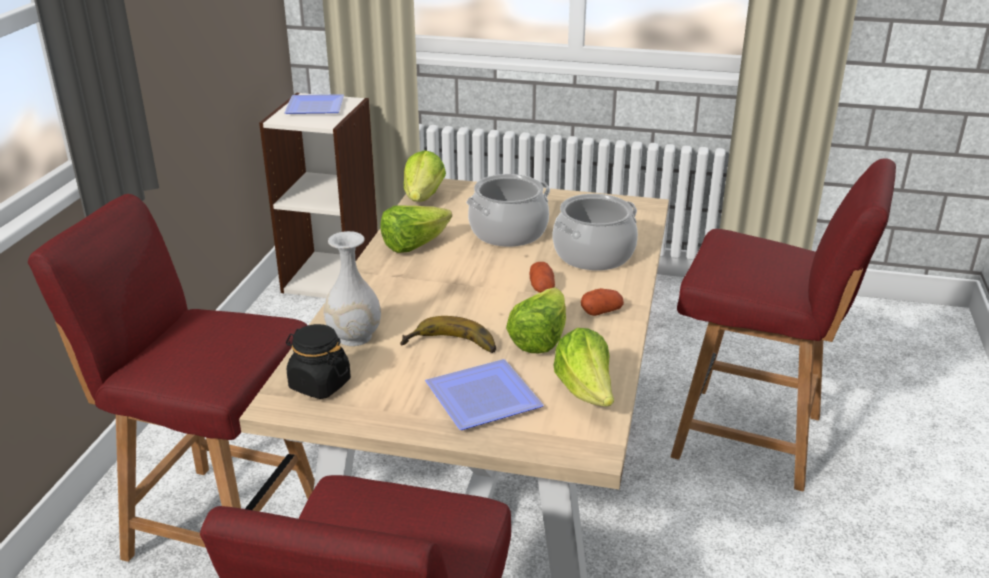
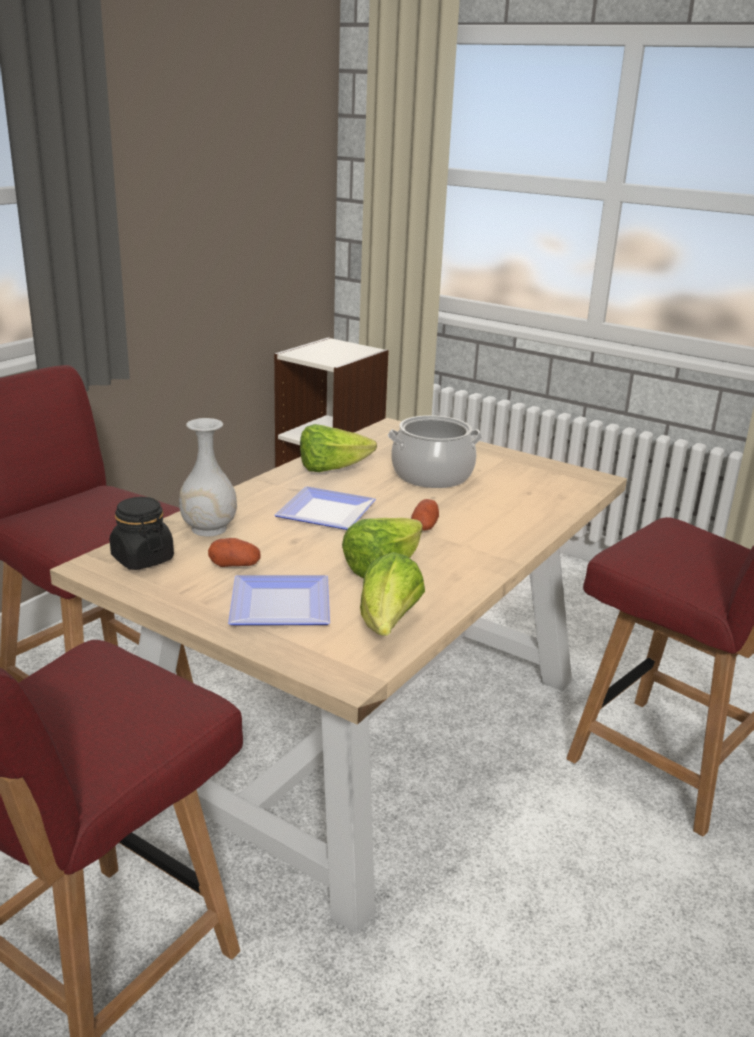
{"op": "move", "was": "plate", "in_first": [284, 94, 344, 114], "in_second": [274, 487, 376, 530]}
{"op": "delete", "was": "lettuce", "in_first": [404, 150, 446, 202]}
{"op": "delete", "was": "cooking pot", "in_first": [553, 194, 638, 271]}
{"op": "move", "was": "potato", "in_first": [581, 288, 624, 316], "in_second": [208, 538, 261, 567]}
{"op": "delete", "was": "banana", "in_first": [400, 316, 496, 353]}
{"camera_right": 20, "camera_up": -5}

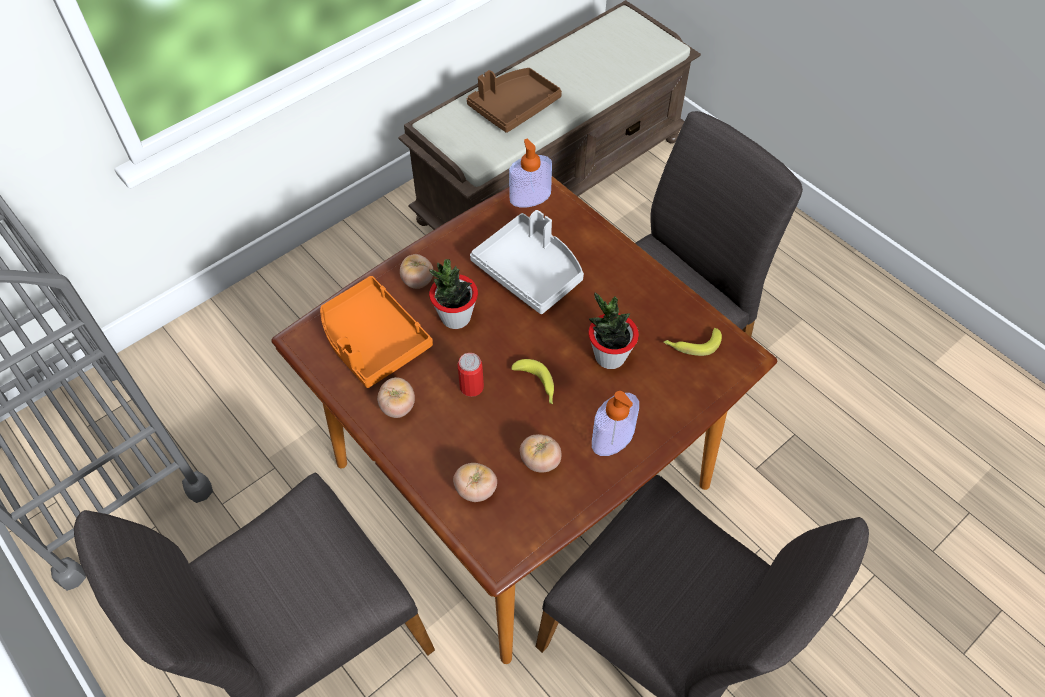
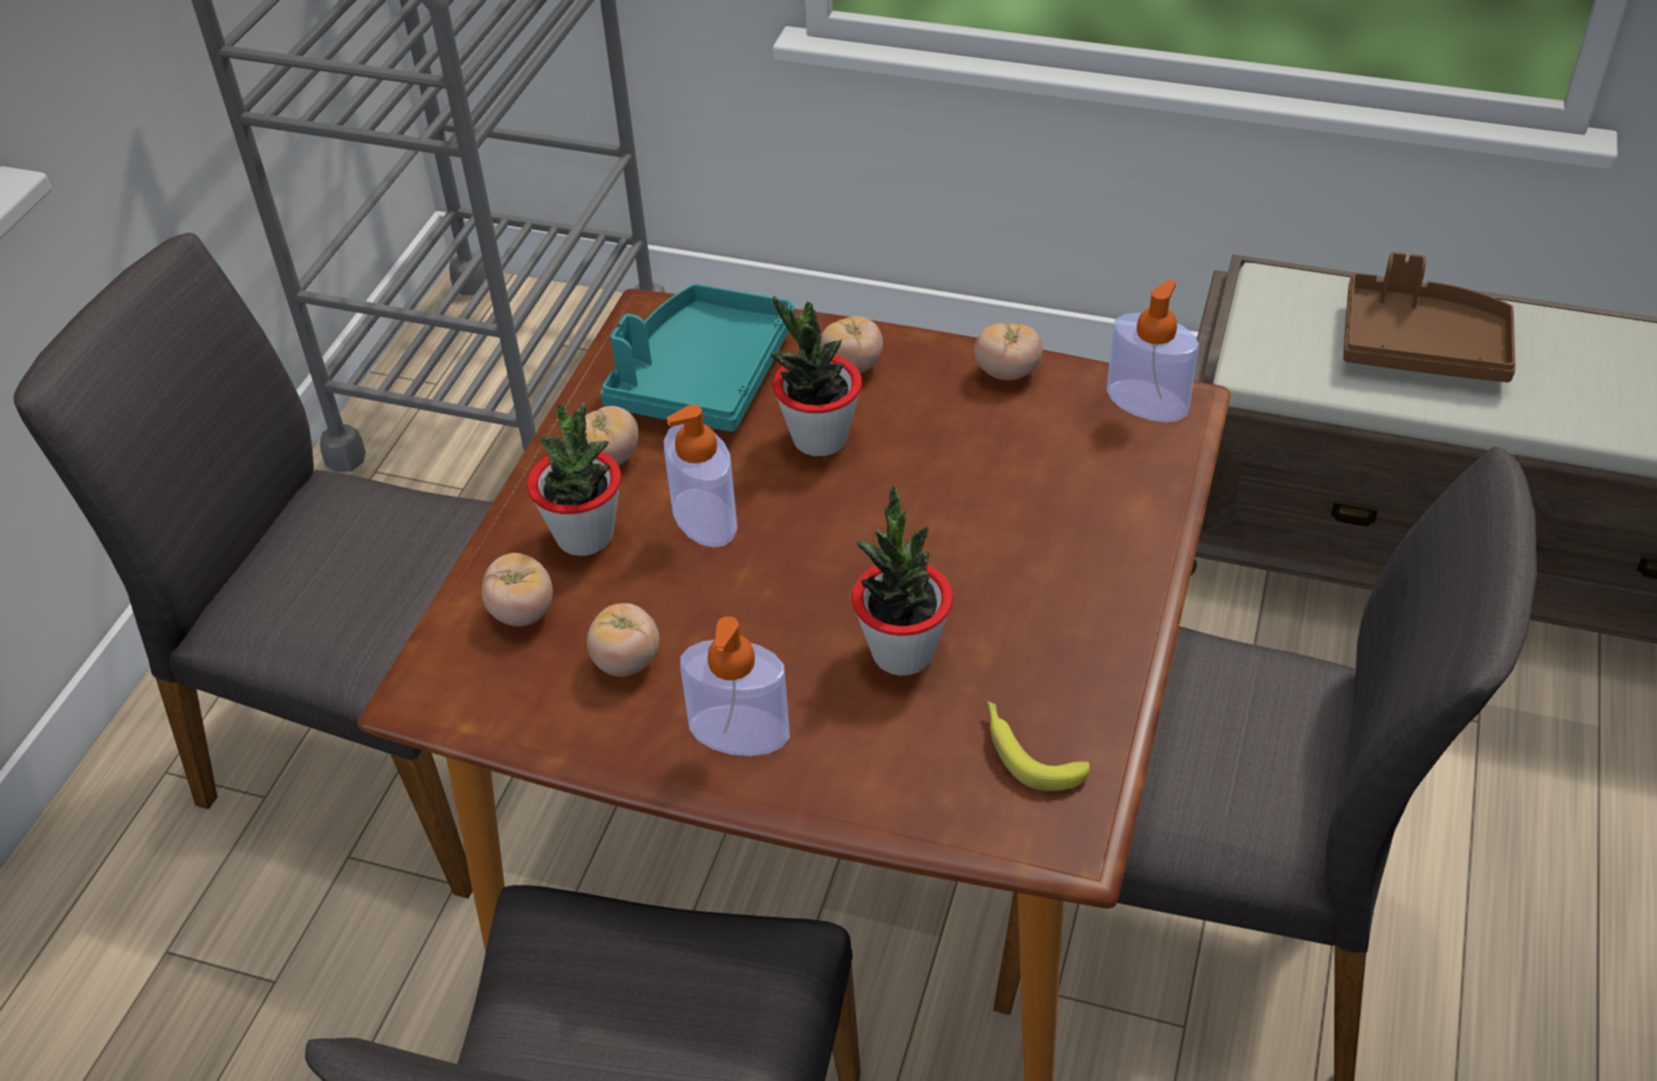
{"op": "delete", "was": "grey tray", "in_first": [470, 210, 584, 314]}
{"op": "recolor", "was": "orange tray", "now": "turquoise tray", "in_first": [320, 276, 433, 388], "in_second": [600, 284, 795, 432]}
{"op": "replace", "was": "can", "now": "soap dispenser", "in_first": [457, 353, 484, 397], "in_second": [664, 405, 737, 548]}
{"op": "delete", "was": "banana", "in_first": [511, 359, 554, 404]}
{"op": "insert", "now": "tomato", "in_second": [974, 323, 1043, 380]}
{"op": "insert", "now": "potted plant", "in_second": [527, 402, 621, 556]}
{"camera_right": 60, "camera_up": -10}

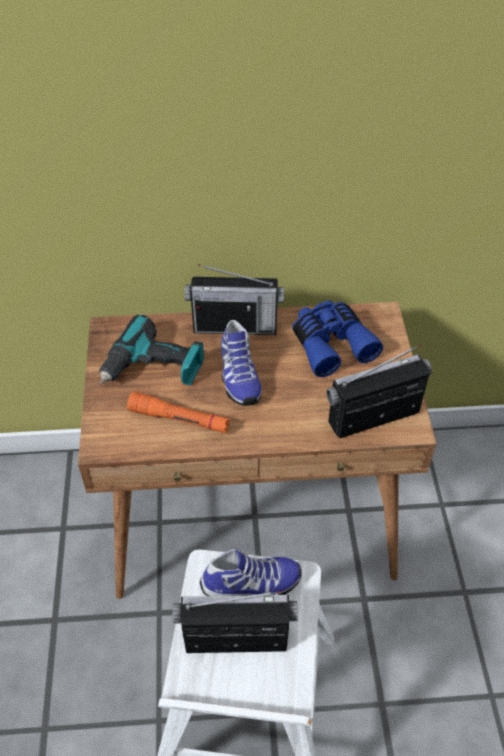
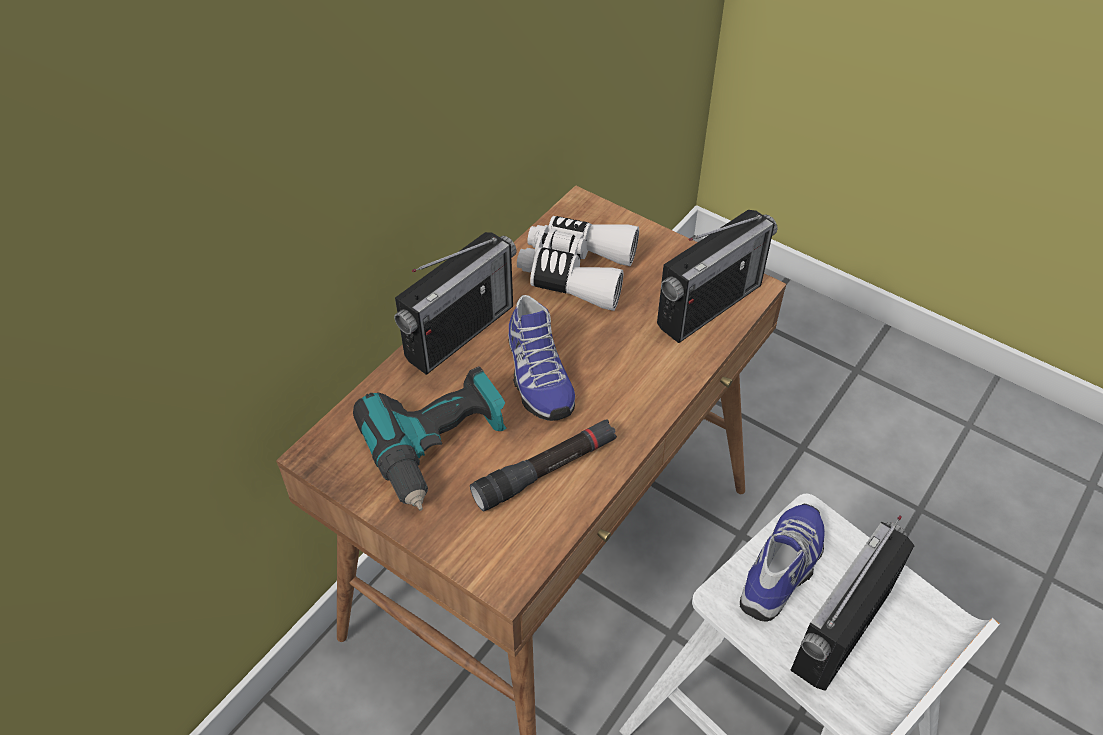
{"op": "recolor", "was": "blue binoculars", "now": "white binoculars", "in_first": [292, 301, 383, 377], "in_second": [517, 216, 639, 311]}
{"op": "rotate", "was": "shoe", "in_first": [221, 320, 261, 406], "in_second": [508, 295, 575, 421], "clockwise": 45}
{"op": "rotate", "was": "radio", "in_first": [326, 345, 432, 438], "in_second": [657, 210, 778, 343], "clockwise": -150}
{"op": "recolor", "was": "orange flashlight", "now": "black flashlight", "in_first": [127, 392, 230, 433], "in_second": [470, 419, 617, 511]}
{"camera_right": -50, "camera_up": 0}

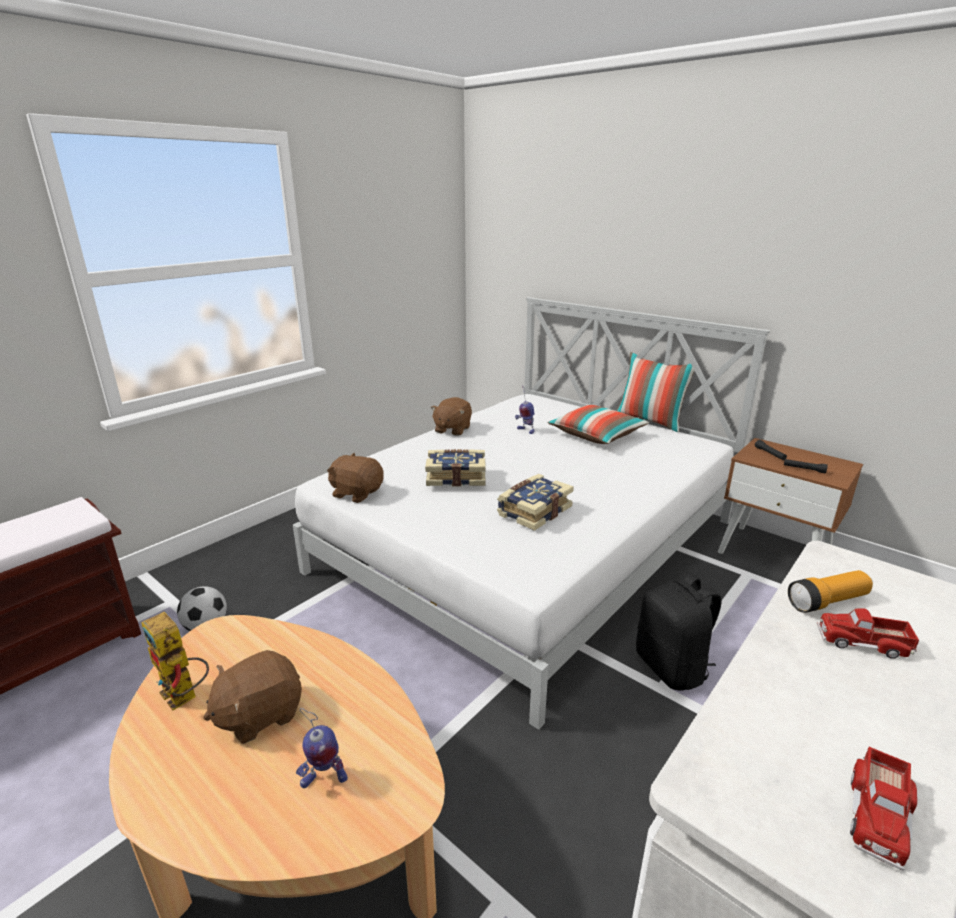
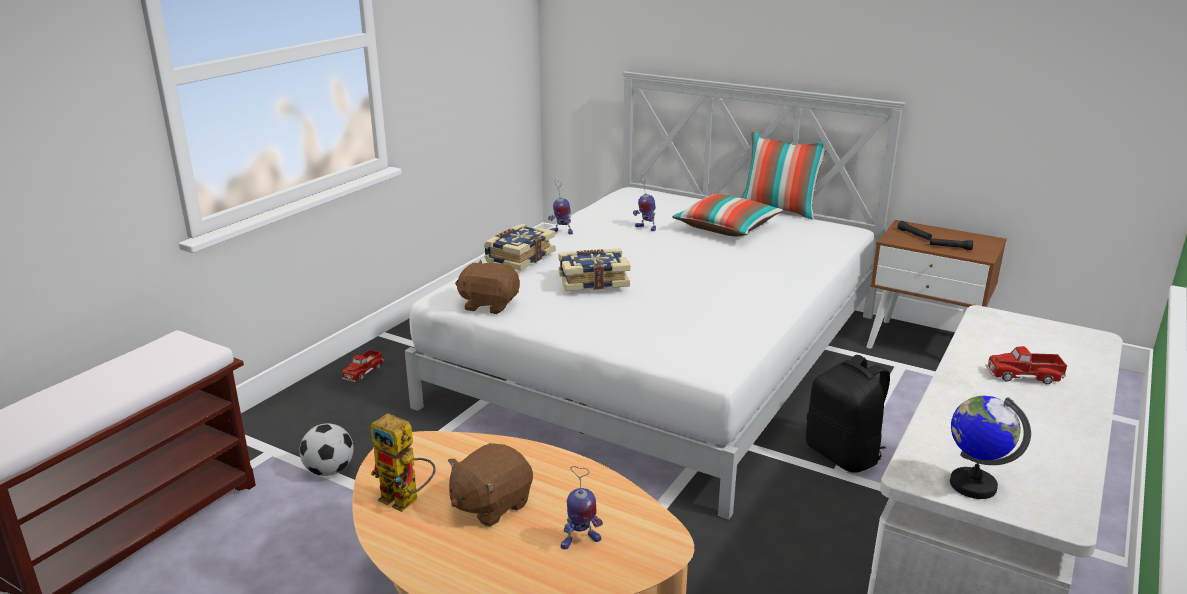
{"op": "replace", "was": "brown plush toy", "now": "toy robot", "in_first": [431, 397, 472, 436], "in_second": [548, 180, 573, 235]}
{"op": "move", "was": "book", "in_first": [497, 474, 574, 531], "in_second": [484, 224, 555, 271]}
{"op": "delete", "was": "flashlight", "in_first": [788, 570, 873, 613]}
{"op": "move", "was": "toy truck", "in_first": [850, 747, 917, 871], "in_second": [342, 350, 384, 382]}
{"op": "insert", "now": "globe", "in_second": [950, 396, 1031, 499]}
{"camera_right": -10, "camera_up": 0}

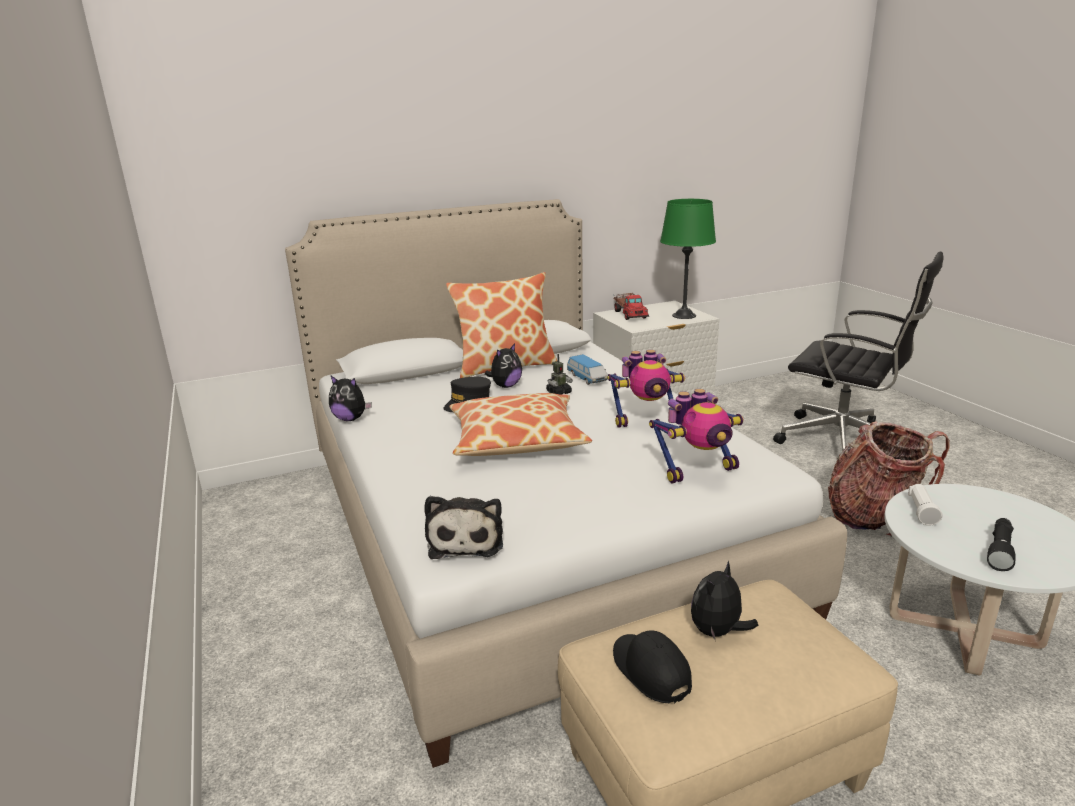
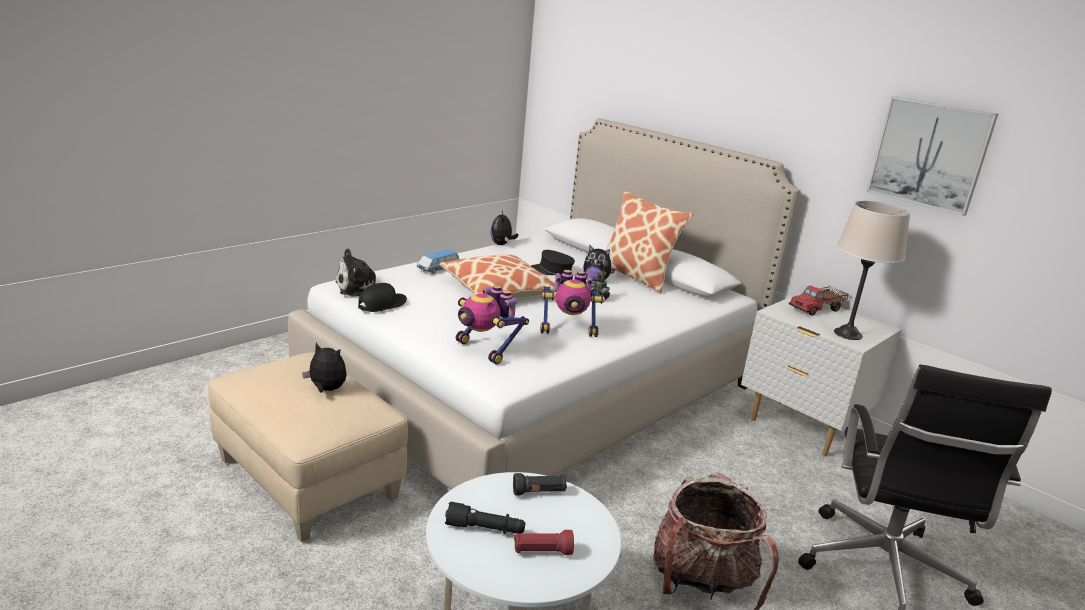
{"op": "recolor", "was": "green table lamp", "now": "beige table lamp", "in_first": [660, 199, 716, 319], "in_second": [834, 201, 911, 340]}
{"op": "rotate", "was": "toy robot", "in_first": [607, 350, 685, 428], "in_second": [540, 270, 605, 337], "clockwise": -60}
{"op": "move", "was": "toy car", "in_first": [567, 354, 608, 385], "in_second": [417, 249, 459, 274]}
{"op": "recolor", "was": "white flashlight", "now": "black flashlight", "in_first": [908, 484, 942, 525], "in_second": [513, 473, 567, 496]}
{"op": "move", "was": "black cap", "in_first": [613, 630, 692, 704], "in_second": [358, 283, 407, 312]}
{"op": "insert", "now": "picture", "in_second": [866, 96, 998, 216]}
{"op": "insert", "now": "red flashlight", "in_second": [514, 530, 574, 555]}
{"camera_right": 65, "camera_up": 0}

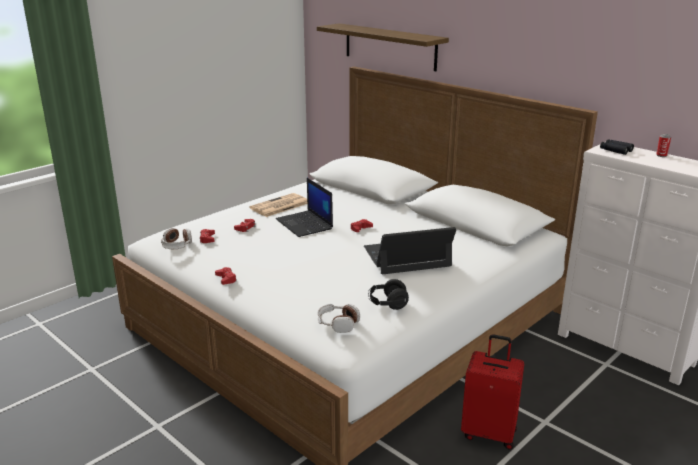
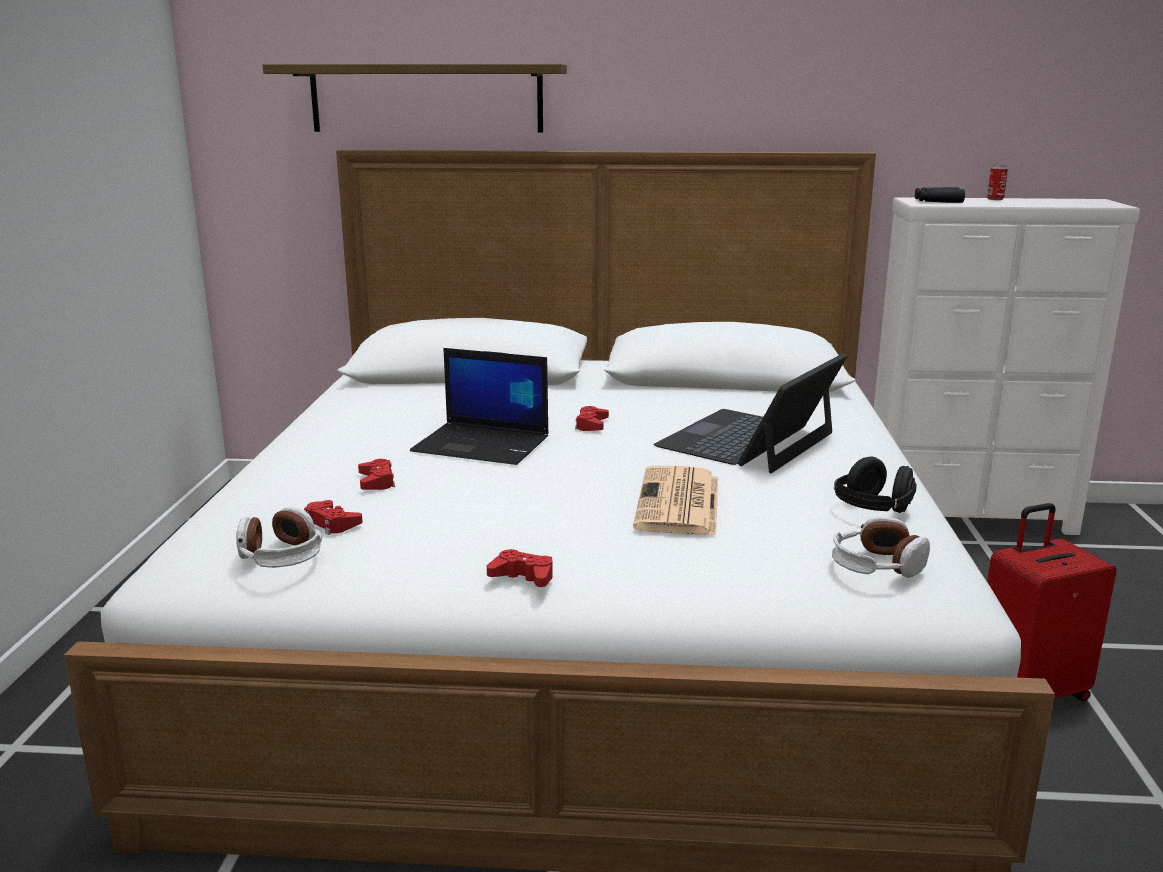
{"op": "move", "was": "newspaper", "in_first": [249, 193, 307, 217], "in_second": [633, 466, 718, 536]}
{"camera_right": -40, "camera_up": -5}

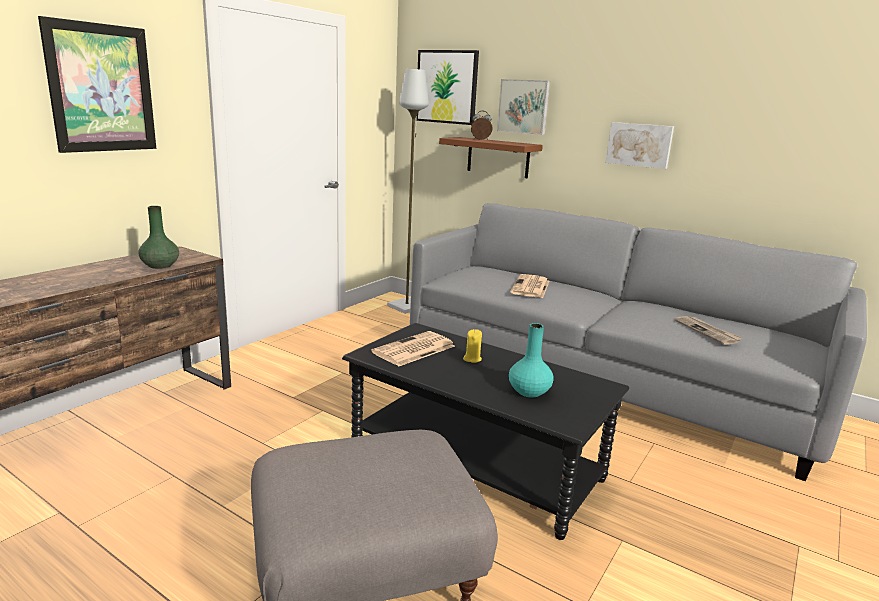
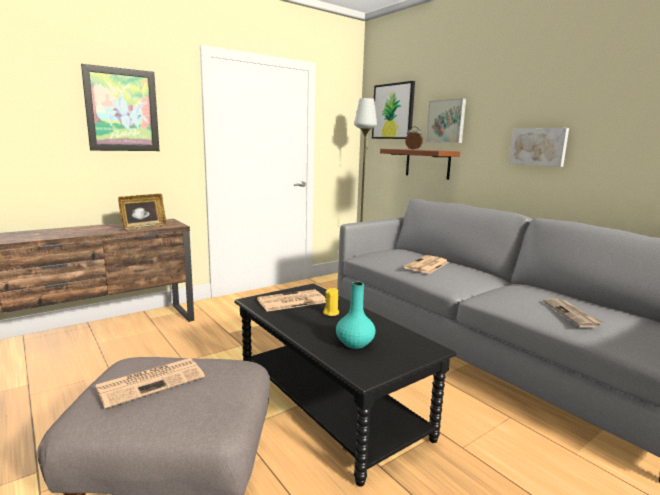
{"op": "replace", "was": "green vase", "now": "picture frame", "in_first": [138, 206, 179, 269], "in_second": [118, 194, 167, 230]}
{"op": "insert", "now": "newspaper", "in_second": [96, 358, 205, 408]}
{"camera_right": 20, "camera_up": -5}

